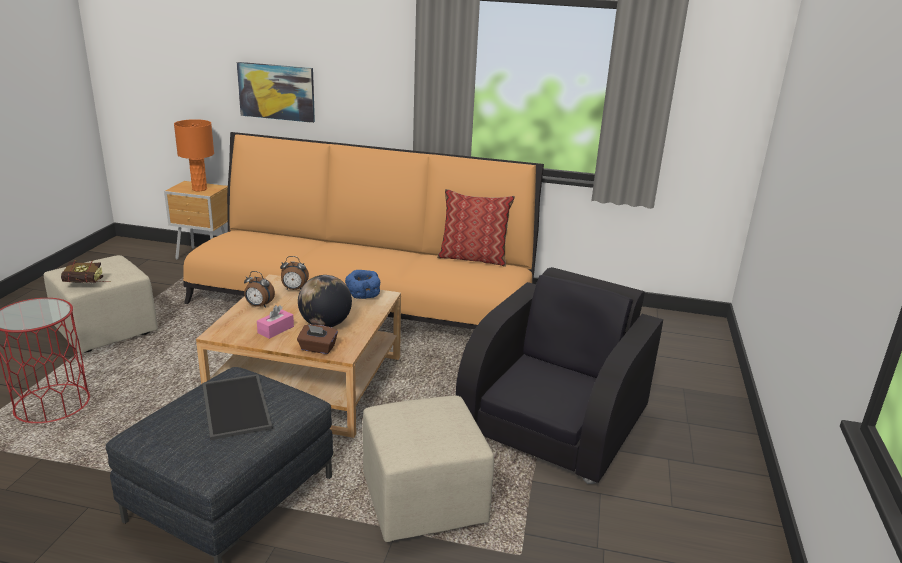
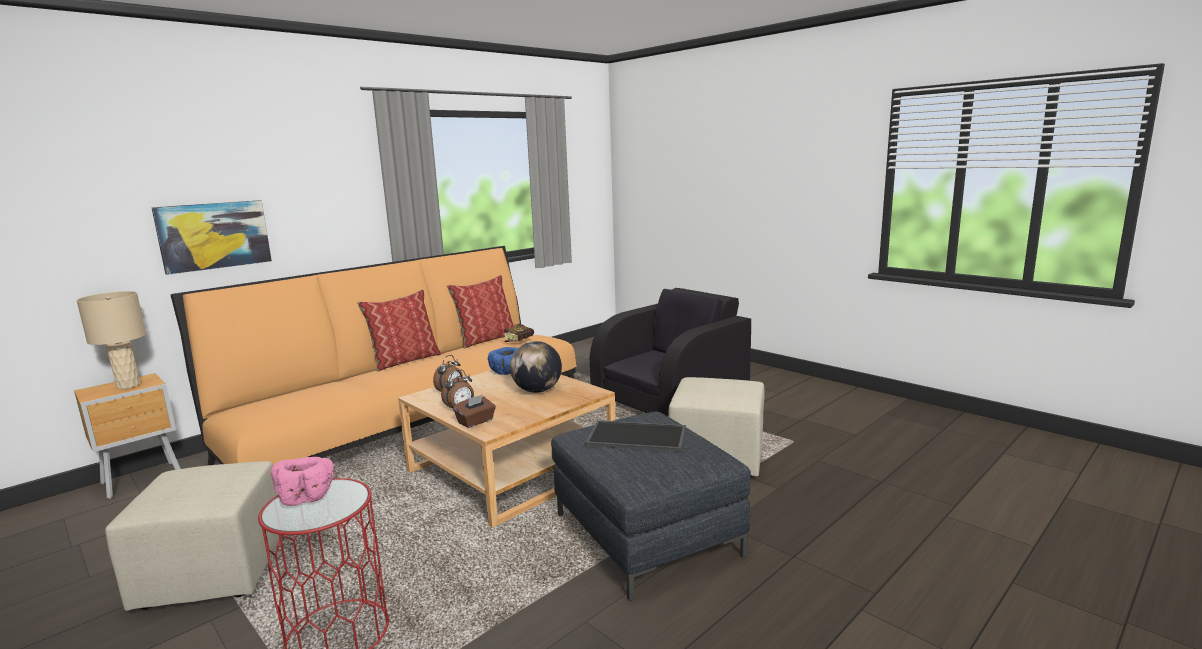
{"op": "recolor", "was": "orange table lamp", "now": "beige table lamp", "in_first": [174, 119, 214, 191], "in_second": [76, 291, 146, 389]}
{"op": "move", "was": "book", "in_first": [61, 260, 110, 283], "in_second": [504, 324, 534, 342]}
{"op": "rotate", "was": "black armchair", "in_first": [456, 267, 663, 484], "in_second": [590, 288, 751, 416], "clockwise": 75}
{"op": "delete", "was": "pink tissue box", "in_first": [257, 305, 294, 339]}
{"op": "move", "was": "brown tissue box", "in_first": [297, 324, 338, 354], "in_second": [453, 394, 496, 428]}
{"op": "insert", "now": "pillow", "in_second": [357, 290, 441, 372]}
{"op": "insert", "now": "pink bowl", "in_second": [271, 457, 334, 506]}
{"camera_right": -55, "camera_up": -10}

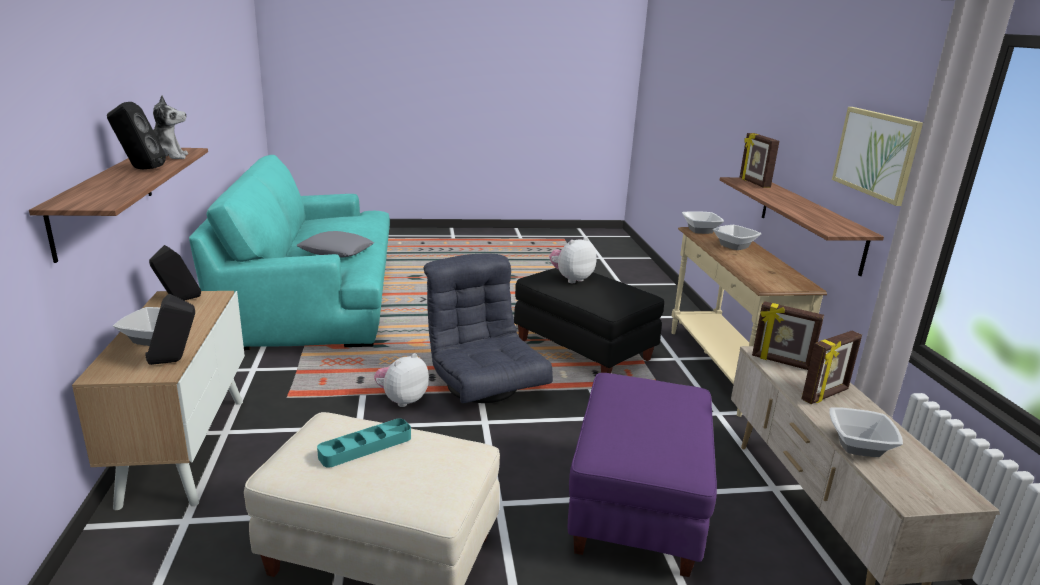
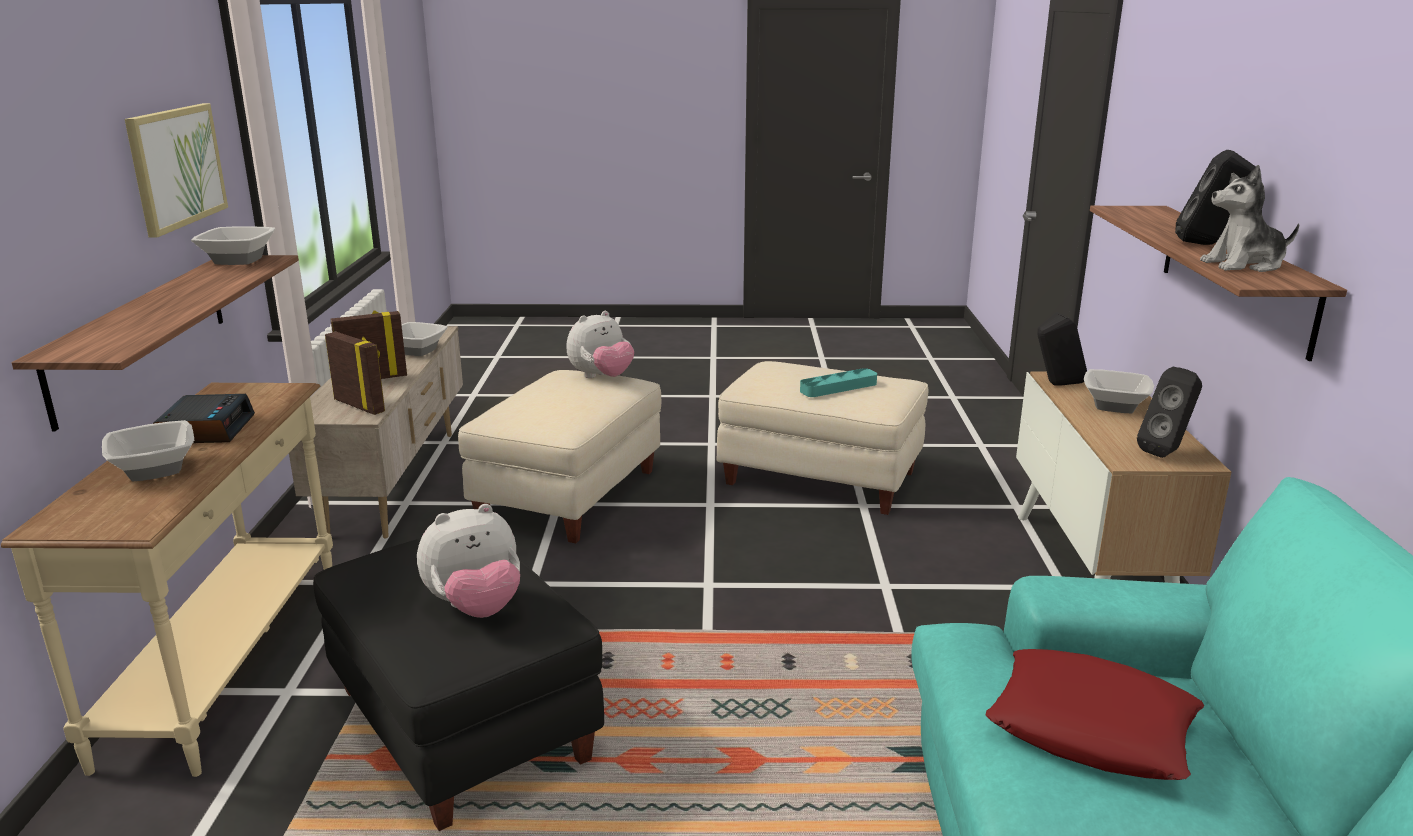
{"op": "delete", "was": "picture frame", "in_first": [740, 133, 779, 188]}
{"op": "move", "was": "bowl", "in_first": [682, 211, 724, 234], "in_second": [191, 226, 275, 265]}
{"op": "recolor", "was": "grey pillow", "now": "red pillow", "in_first": [296, 231, 374, 258], "in_second": [986, 649, 1204, 780]}
{"op": "delete", "was": "grey armchair", "in_first": [424, 253, 553, 403]}
{"op": "move", "was": "plush toy", "in_first": [374, 353, 429, 407], "in_second": [566, 311, 634, 378]}
{"op": "recolor", "was": "purple ottoman", "now": "beige ottoman", "in_first": [568, 373, 717, 577], "in_second": [458, 370, 661, 544]}
{"op": "insert", "now": "alarm clock", "in_second": [153, 394, 255, 443]}
{"camera_right": -170, "camera_up": 0}

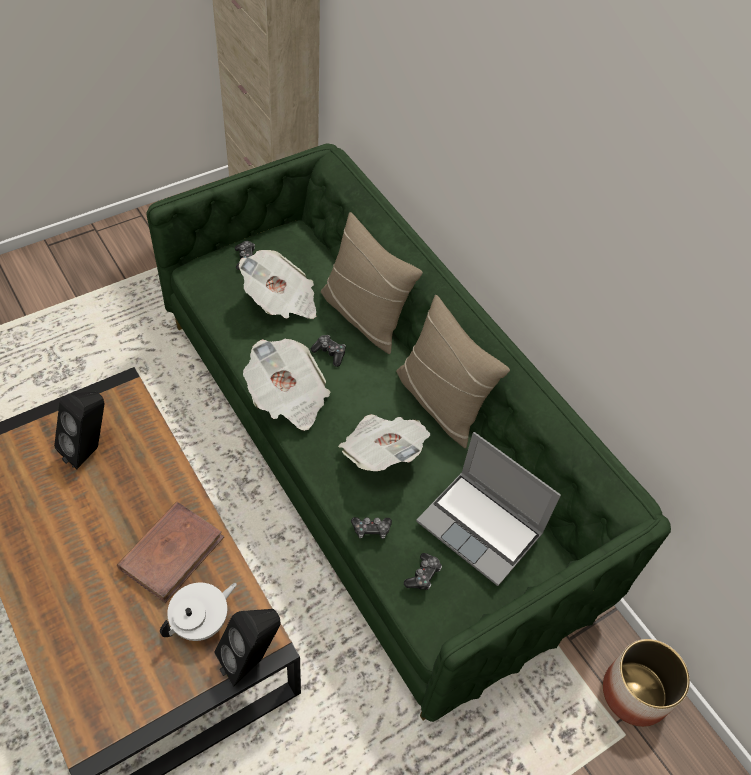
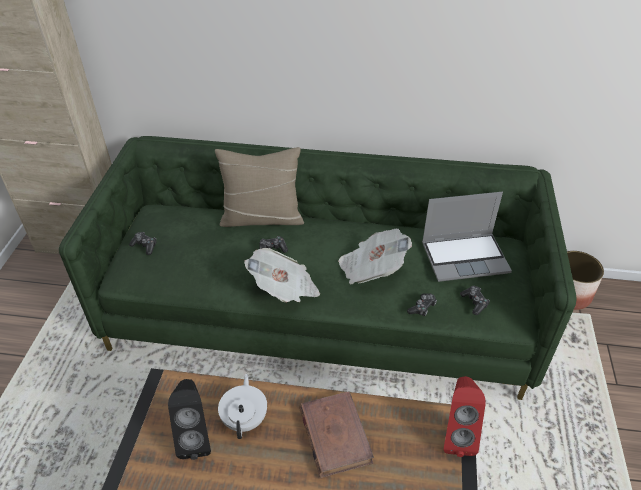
{"op": "delete", "was": "newspaper", "in_first": [239, 250, 316, 319]}
{"op": "delete", "was": "beige pillow", "in_first": [396, 295, 510, 448]}
{"op": "move", "was": "white teapot", "in_first": [160, 583, 237, 641], "in_second": [218, 374, 267, 439]}
{"op": "recolor", "was": "black speaker", "now": "red speaker", "in_first": [214, 609, 281, 687], "in_second": [444, 376, 486, 457]}
{"camera_right": -45, "camera_up": -10}

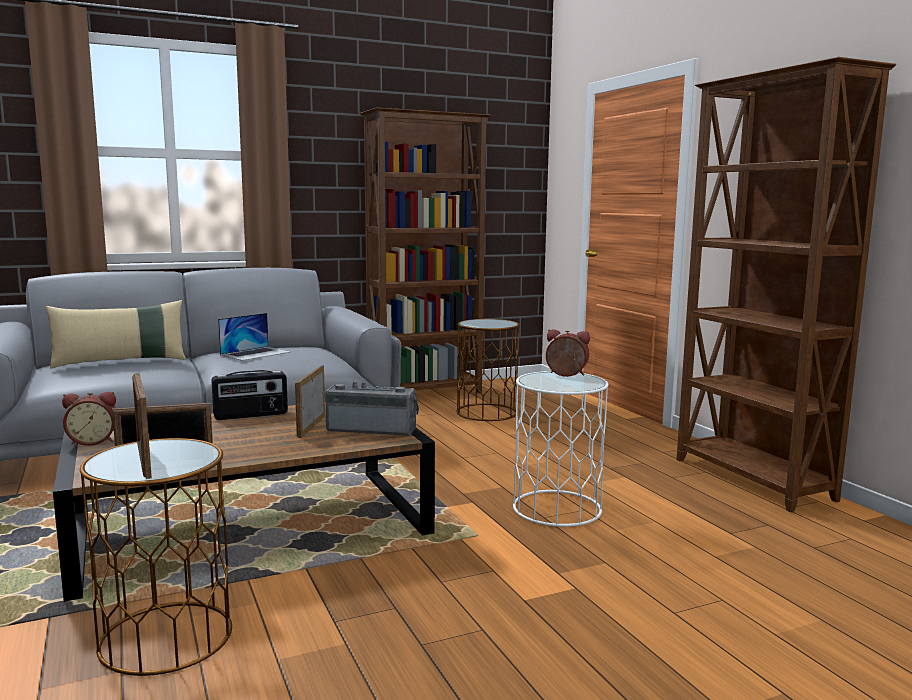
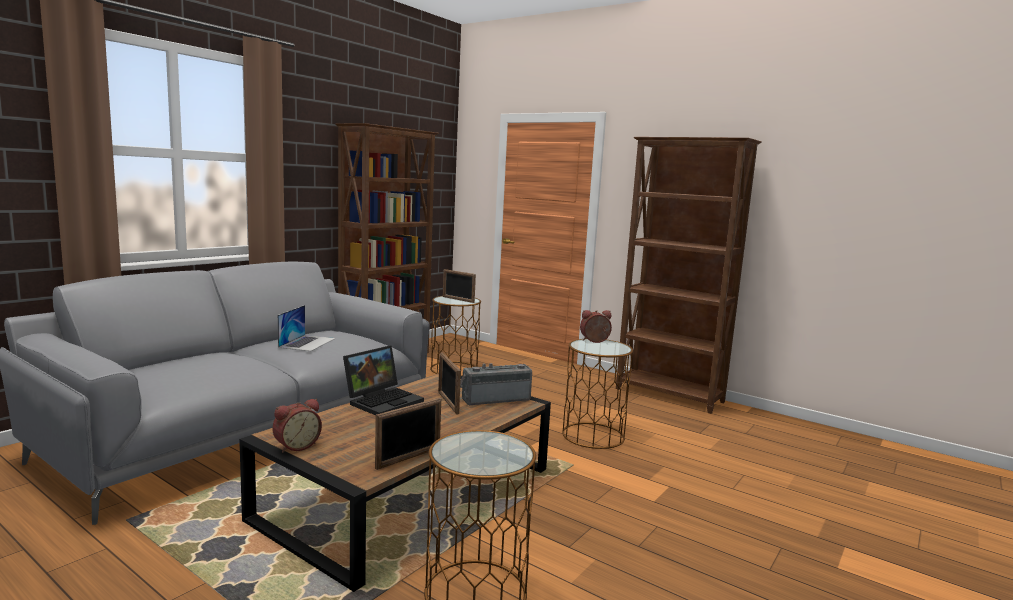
{"op": "delete", "was": "beige pillow", "in_first": [45, 300, 186, 368]}
{"op": "replace", "was": "radio", "now": "laptop", "in_first": [211, 370, 288, 420], "in_second": [343, 345, 424, 415]}
{"op": "recolor", "was": "white side table", "now": "brown side table", "in_first": [513, 371, 608, 527], "in_second": [562, 339, 633, 449]}
{"op": "move", "was": "picture frame", "in_first": [132, 373, 152, 479], "in_second": [443, 269, 476, 303]}
{"camera_right": -30, "camera_up": 0}

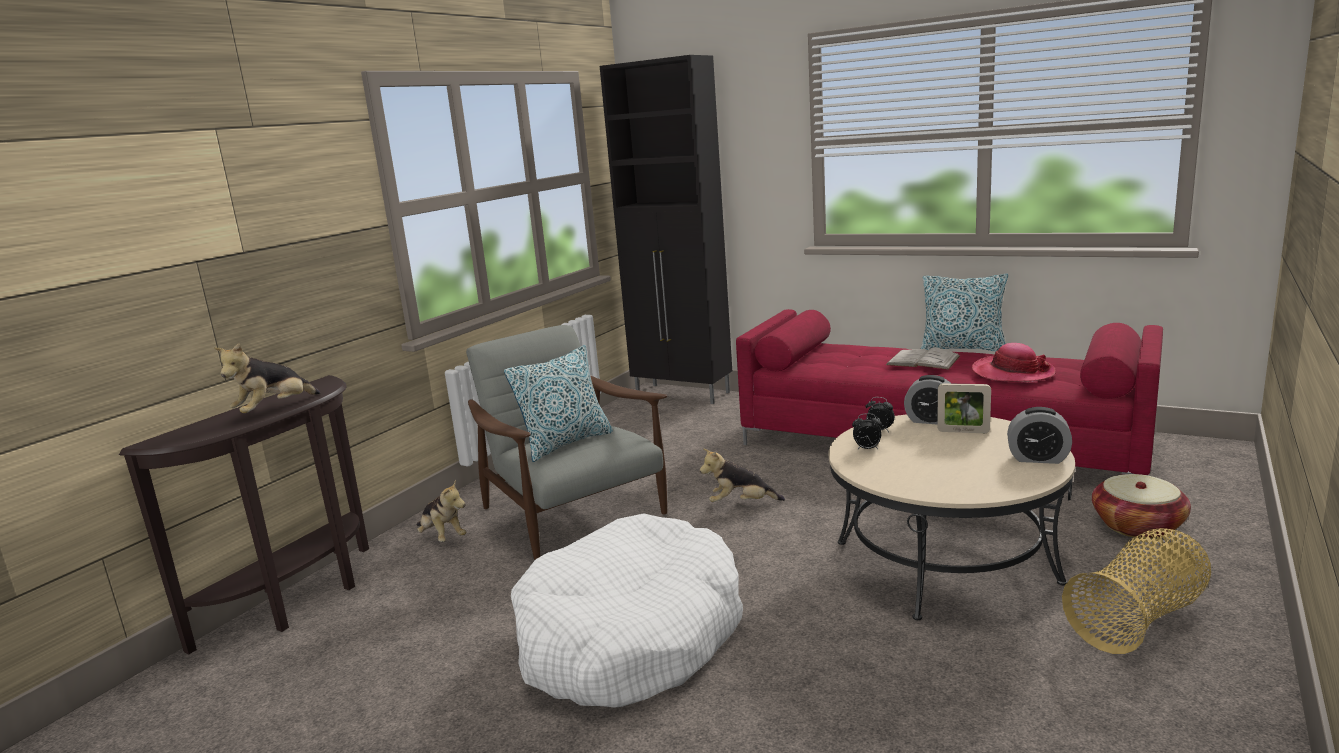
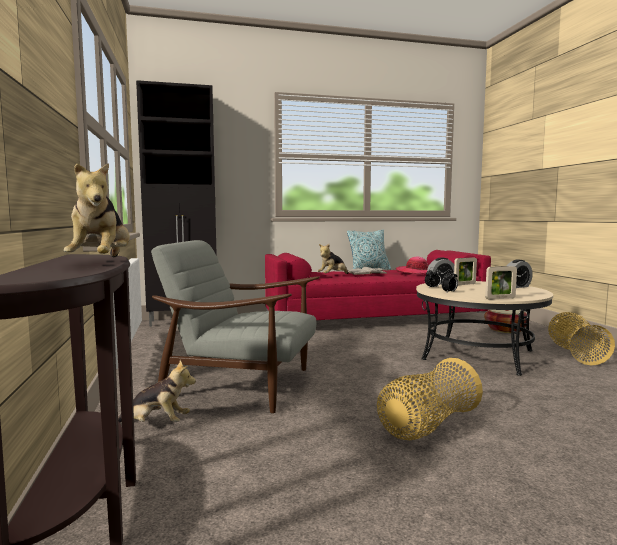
{"op": "delete", "was": "pillow", "in_first": [504, 345, 613, 462]}
{"op": "move", "was": "plush toy", "in_first": [700, 448, 785, 502], "in_second": [318, 243, 349, 274]}
{"op": "replace", "was": "white dog bed", "now": "basket", "in_first": [511, 513, 743, 708], "in_second": [377, 358, 483, 440]}
{"op": "insert", "now": "picture frame", "in_second": [485, 266, 517, 300]}
{"camera_right": -45, "camera_up": -10}

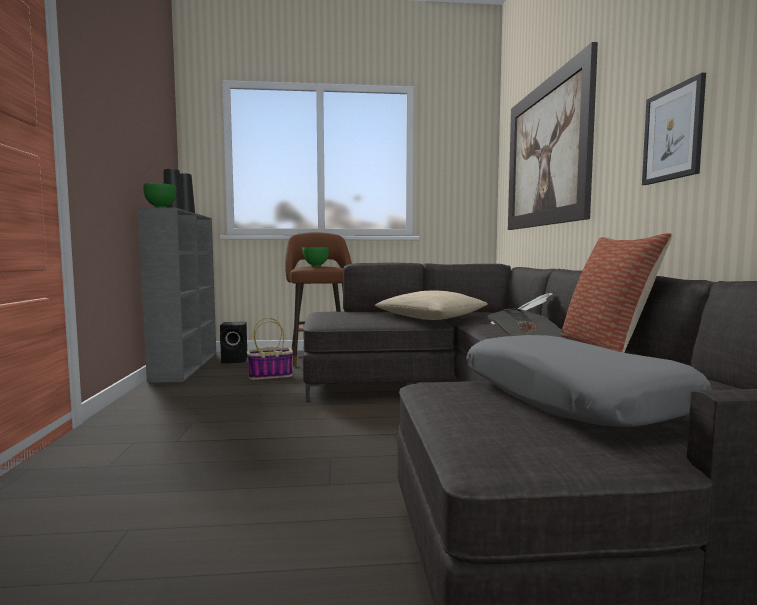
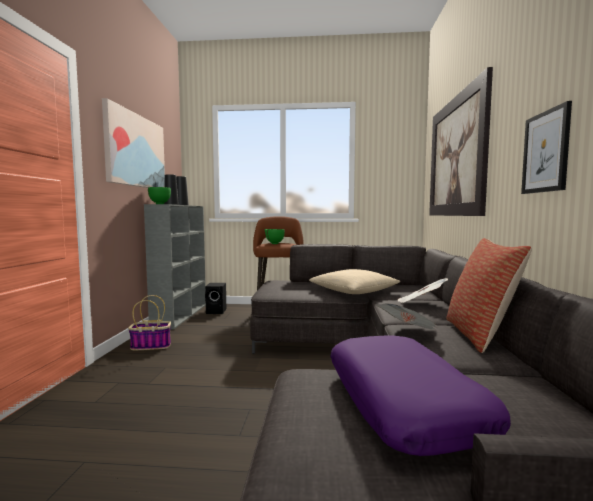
{"op": "move", "was": "basket", "in_first": [247, 318, 293, 380], "in_second": [128, 295, 171, 350]}
{"op": "recolor", "was": "grey pillow", "now": "purple pillow", "in_first": [466, 335, 712, 427], "in_second": [330, 335, 511, 456]}
{"op": "insert", "now": "picture", "in_second": [102, 98, 165, 188]}
{"camera_right": 10, "camera_up": 0}

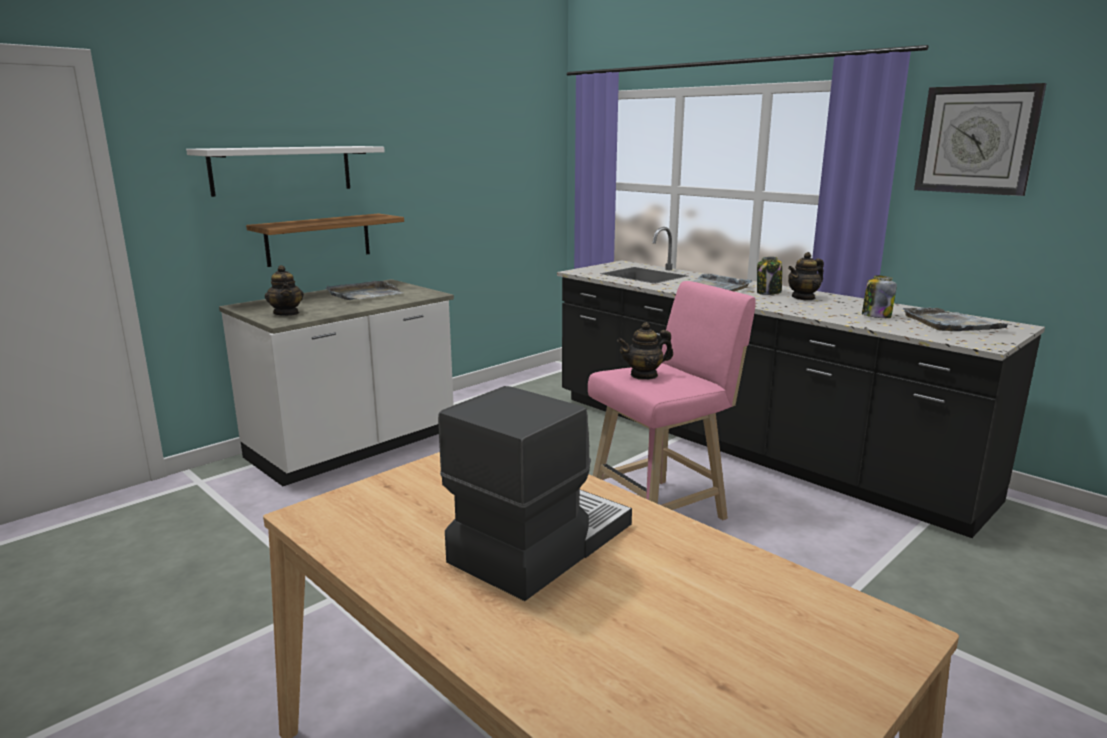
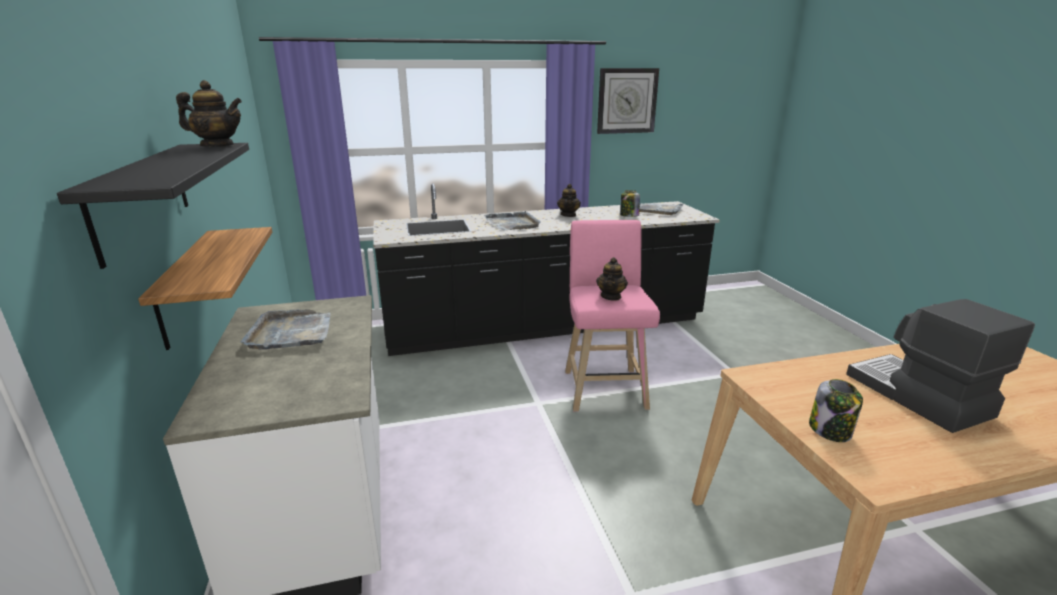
{"op": "recolor", "was": "white shelf", "now": "black shelf", "in_first": [186, 146, 385, 197], "in_second": [57, 143, 249, 269]}
{"op": "move", "was": "jar", "in_first": [757, 257, 782, 295], "in_second": [809, 379, 863, 442]}
{"op": "move", "was": "teapot", "in_first": [265, 265, 304, 316], "in_second": [176, 80, 242, 147]}
{"camera_right": -60, "camera_up": 5}

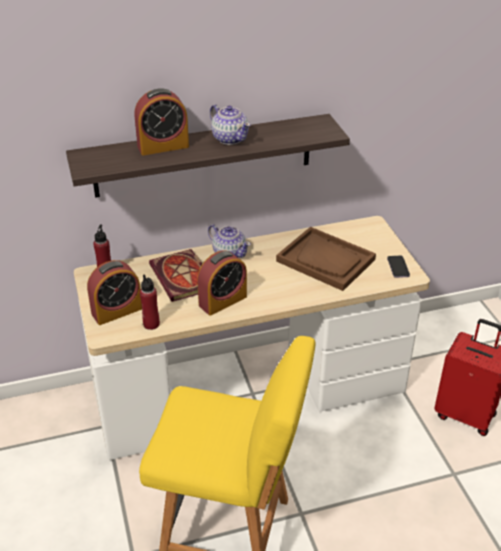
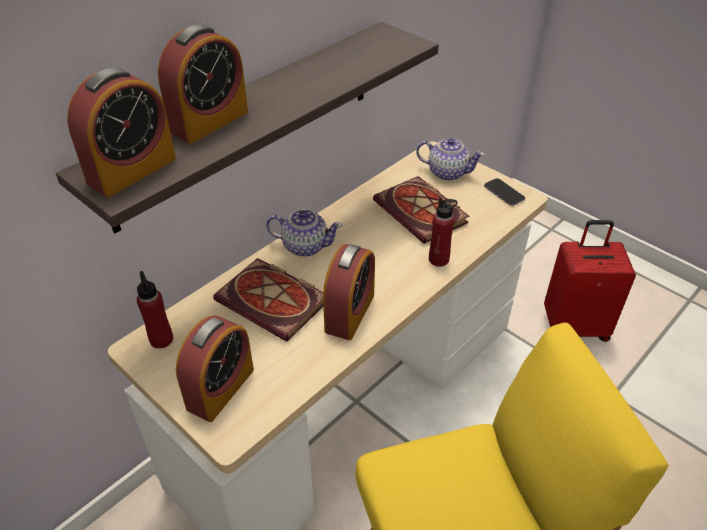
{"op": "move", "was": "teapot", "in_first": [210, 104, 250, 145], "in_second": [416, 138, 485, 181]}
{"op": "replace", "was": "brown tray", "now": "book", "in_first": [276, 227, 376, 291], "in_second": [373, 176, 470, 244]}
{"op": "move", "was": "red bottle", "in_first": [140, 274, 160, 330], "in_second": [429, 197, 458, 267]}
{"op": "insert", "now": "alarm clock", "in_second": [67, 68, 176, 197]}
{"camera_right": -30, "camera_up": 5}

